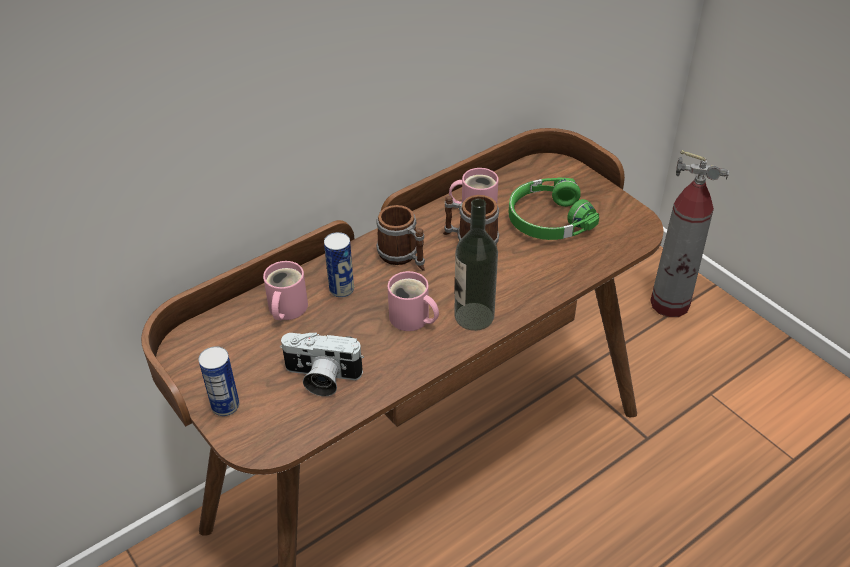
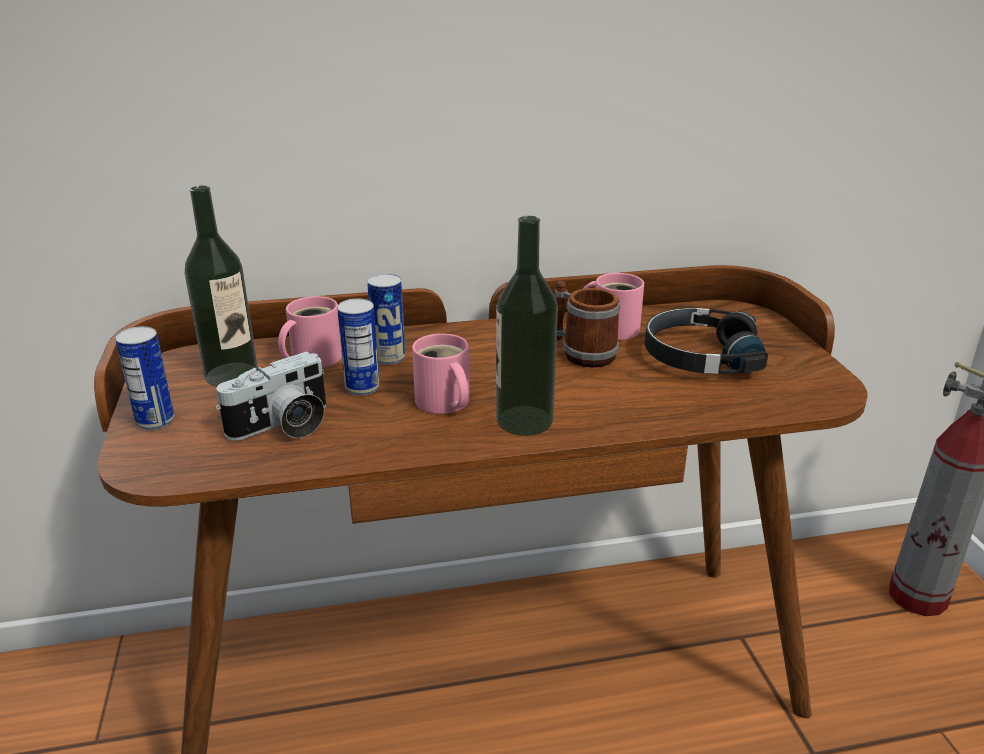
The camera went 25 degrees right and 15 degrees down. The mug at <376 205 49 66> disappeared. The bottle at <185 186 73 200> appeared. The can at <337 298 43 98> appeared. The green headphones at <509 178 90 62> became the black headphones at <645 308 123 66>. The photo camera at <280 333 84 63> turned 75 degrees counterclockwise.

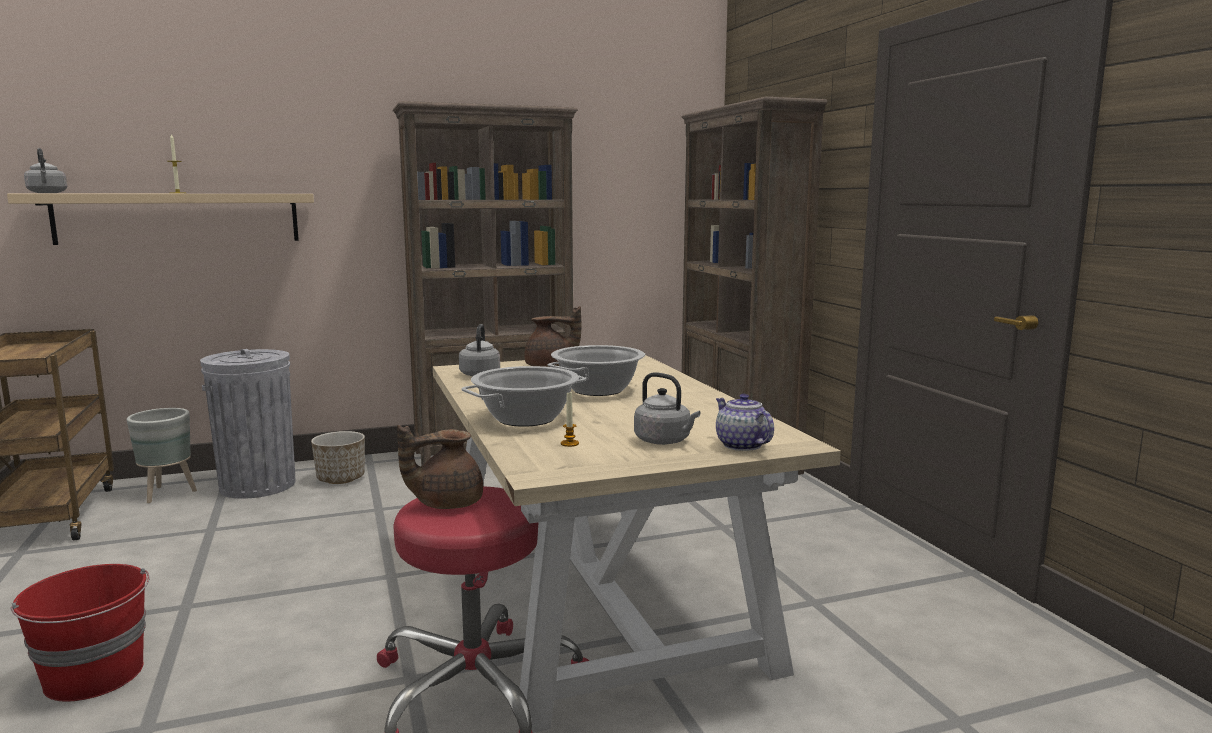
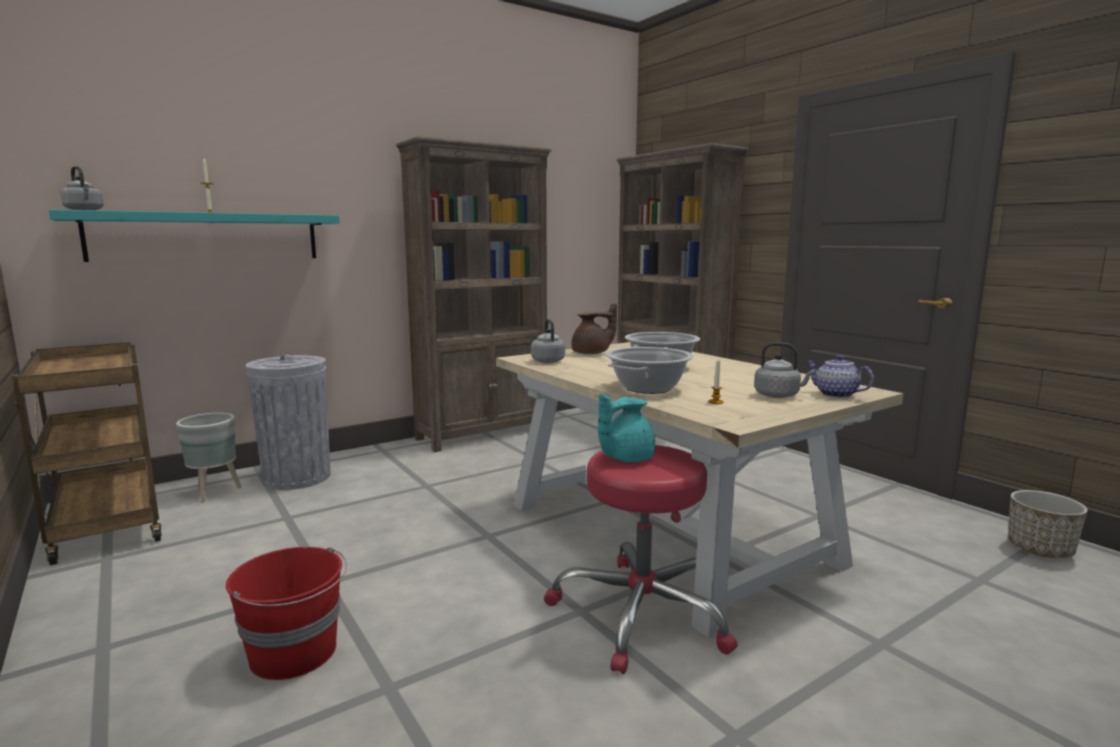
The camera went 15 degrees left and 0 degrees up. The planter moved from <311 431 54 53> to <1008 490 80 68>. The beige shelf at <7 194 307 51> became the turquoise shelf at <49 210 291 52>. The brown teapot at <397 425 86 84> became the turquoise teapot at <598 394 57 68>.

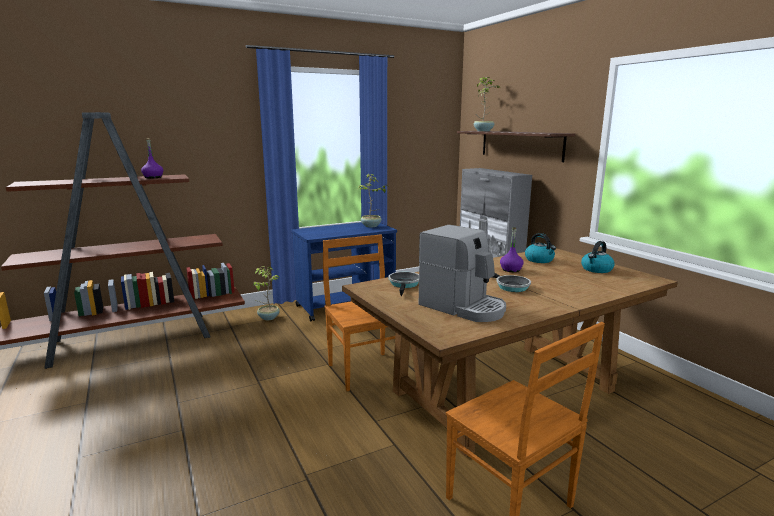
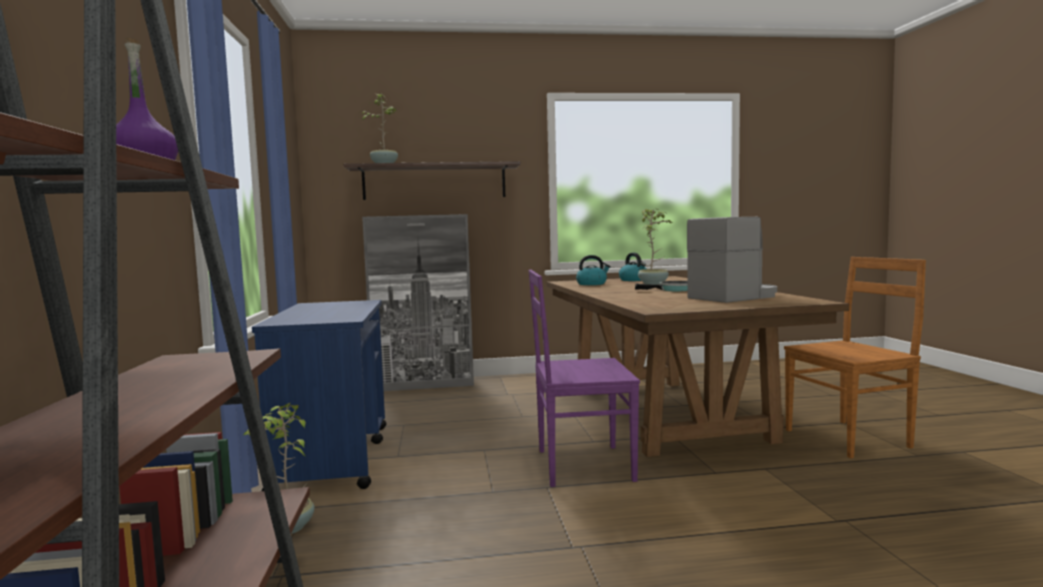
The camera went 70 degrees left and 10 degrees down. The frying pan at <388 272 31 24> disappeared. The purple bottle at <500 227 24 45> disappeared. The potted plant moved from <357 174 32 53> to <638 209 36 76>. The brown chair at <323 234 72 157> became the purple chair at <528 270 112 217>.

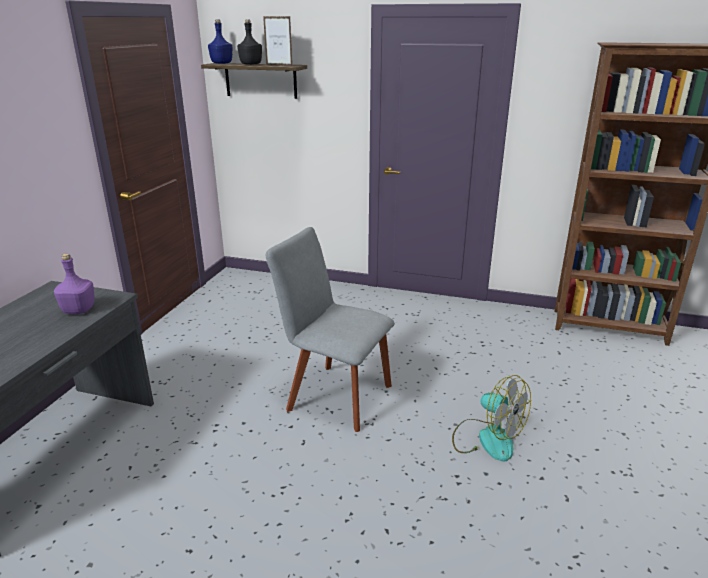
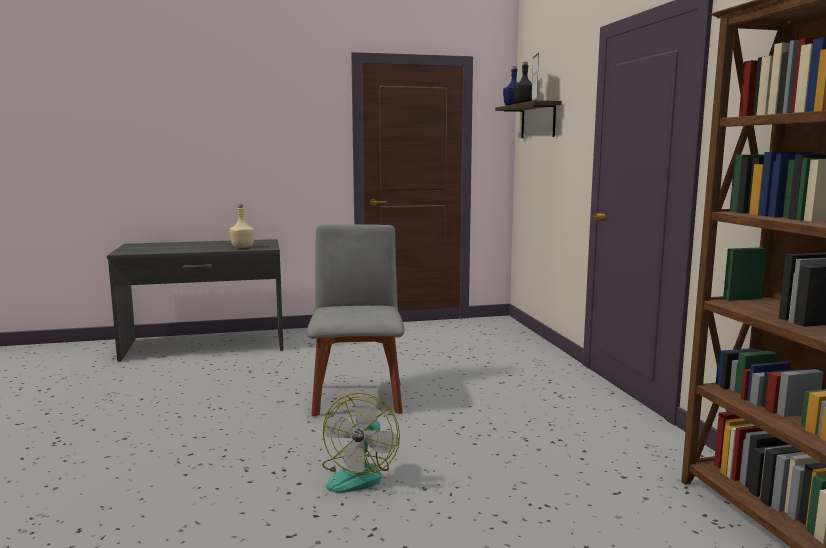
The camera went 60 degrees right and 15 degrees down. The purple bottle at <54 254 41 60> became the beige bottle at <229 204 25 44>.

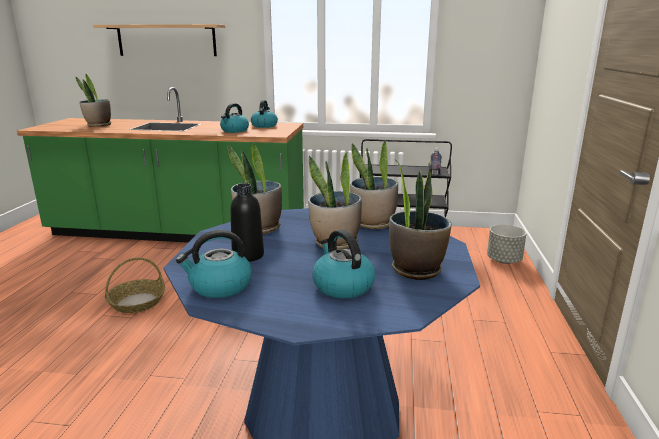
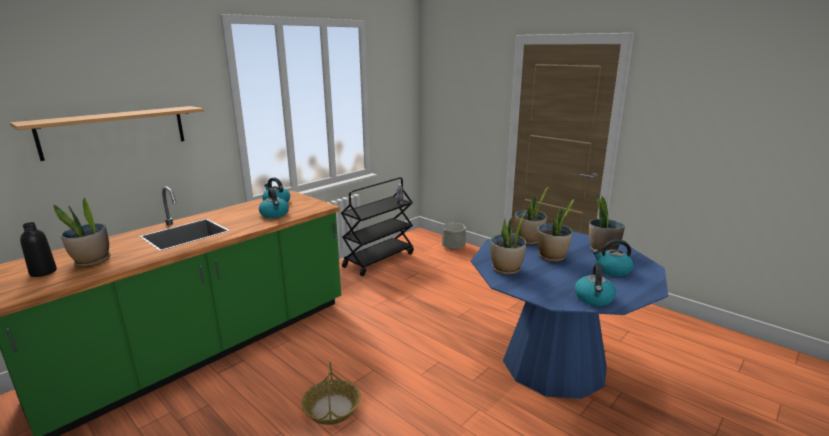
The camera went 55 degrees left and 0 degrees up. The black bottle moved from <230 183 34 79> to <20 222 37 55>.

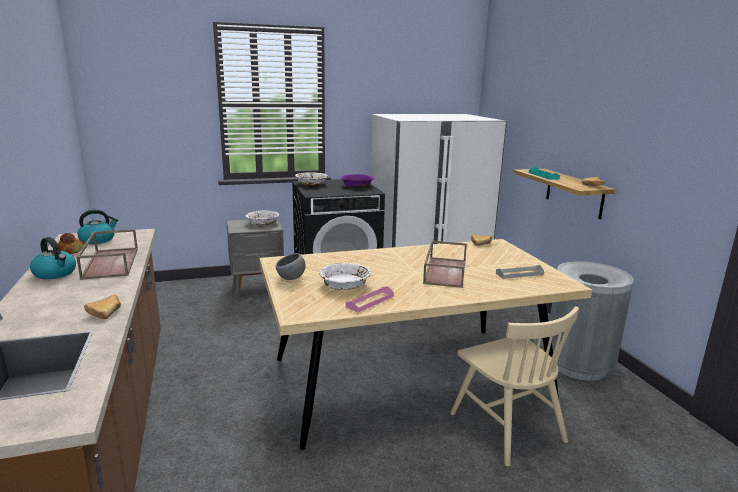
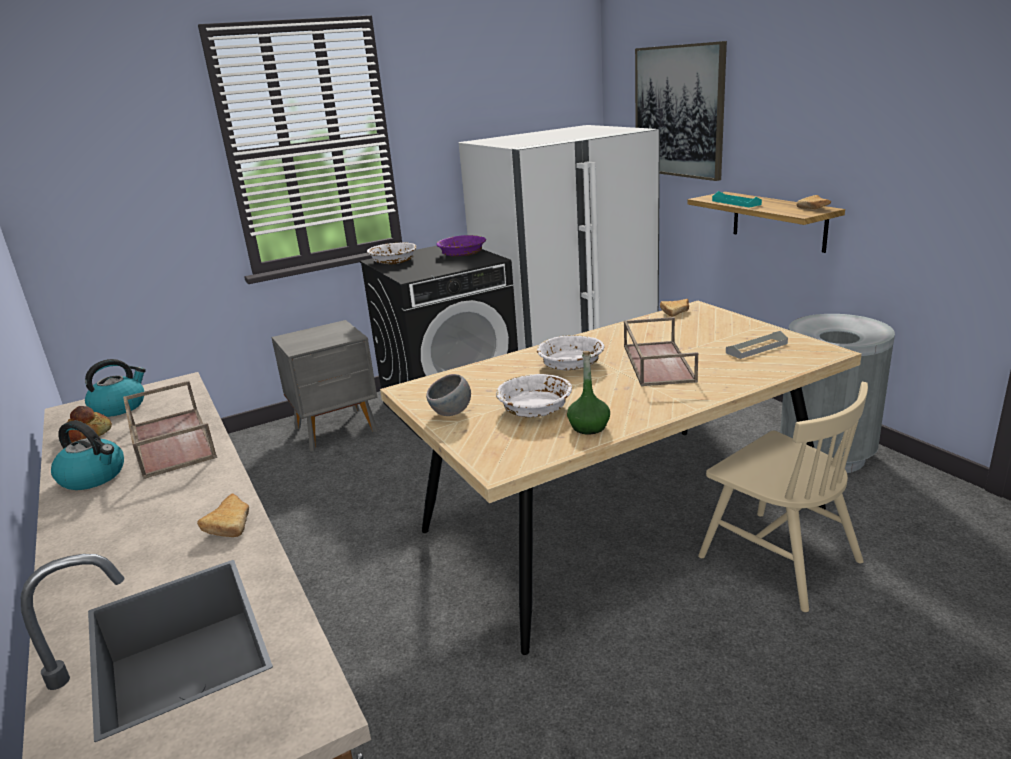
The camera went 10 degrees left and 5 degrees up. The picture at <635 41 92 140> appeared. The white bowl moved from <246 211 34 14> to <537 335 67 35>. The pink tray at <346 286 48 26> was replaced by the green bottle at <567 351 43 83>.

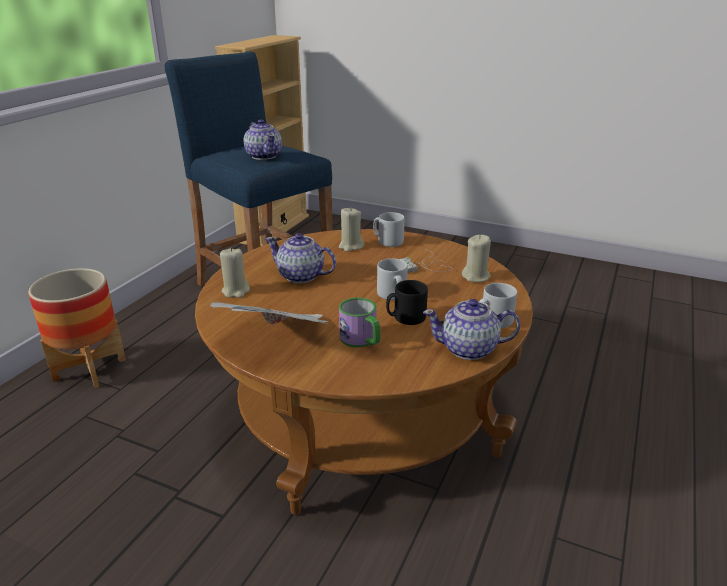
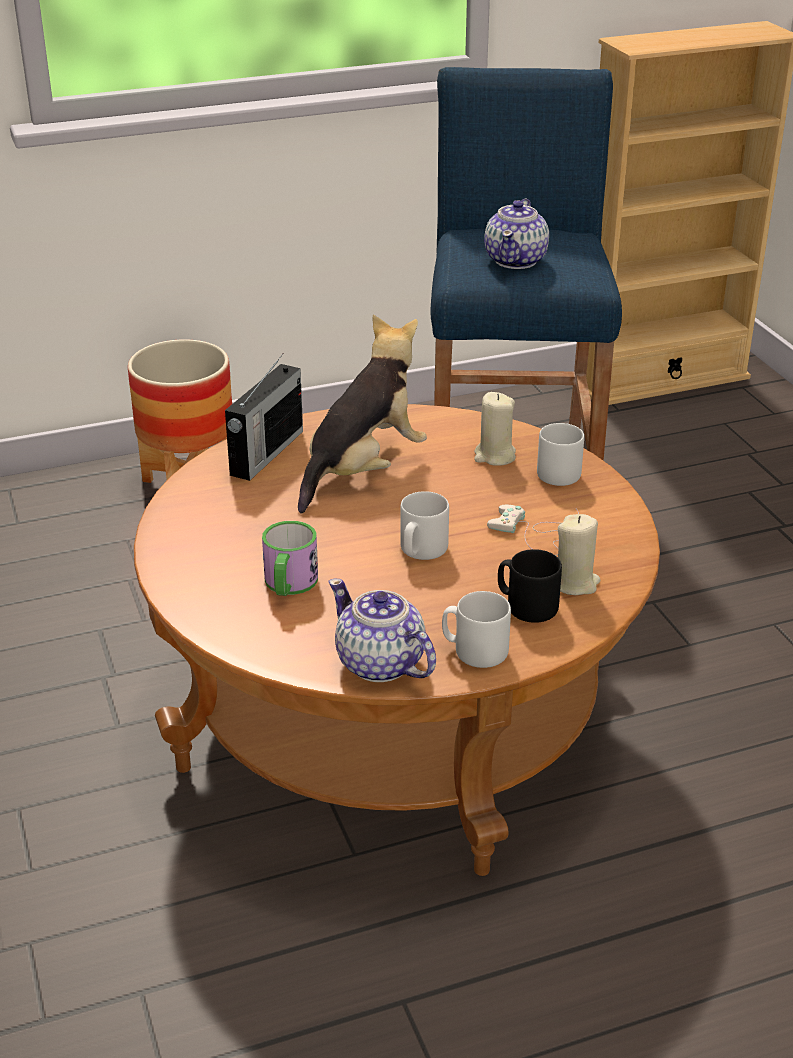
The camera went 45 degrees right and 5 degrees up. The newspaper at <210 302 118 22> disappeared. The black mug moved from <386 280 42 45> to <498 549 64 74>. The beige candle at <220 248 30 50> was replaced by the radio at <225 353 78 128>. The teapot at <265 233 71 50> was replaced by the plush toy at <298 315 129 198>.

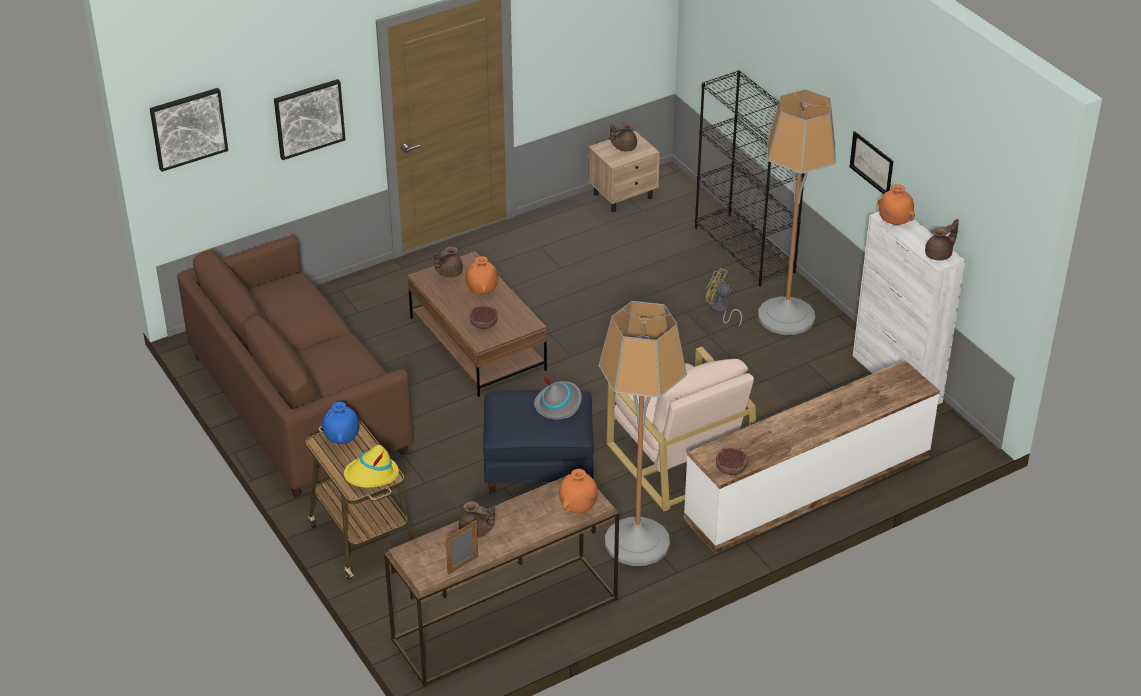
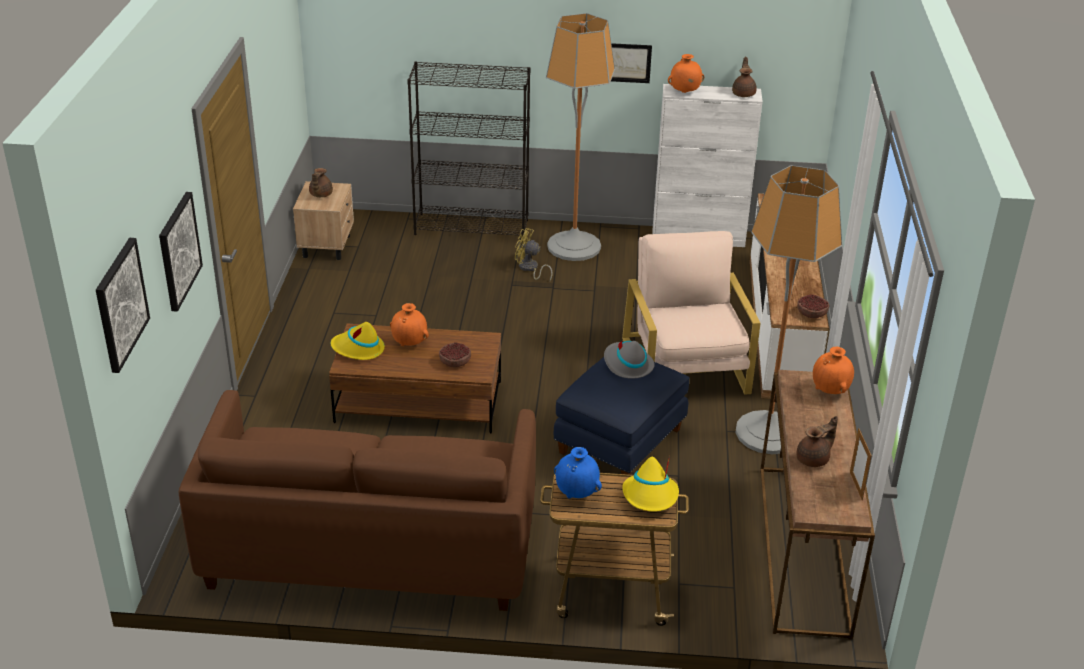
The camera went 55 degrees left and 5 degrees down. The brown teapot at <434 246 29 32> was replaced by the yellow hat at <331 322 54 38>. The beige armchair at <606 347 150 164> turned 105 degrees counterclockwise. The yellow fan at <705 268 37 58> turned 45 degrees clockwise.

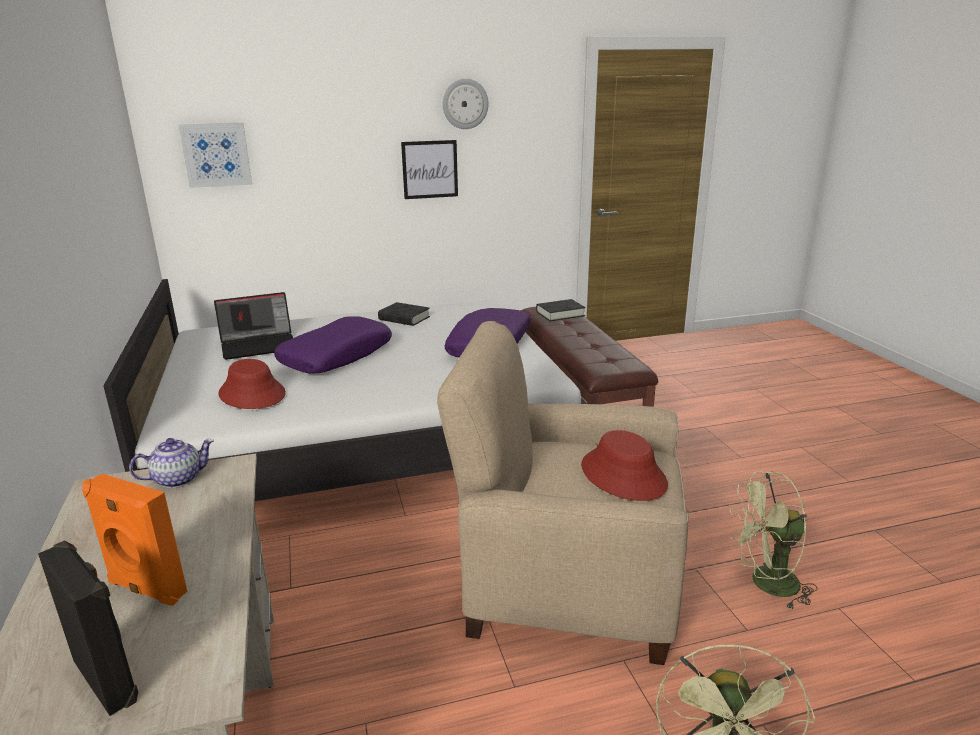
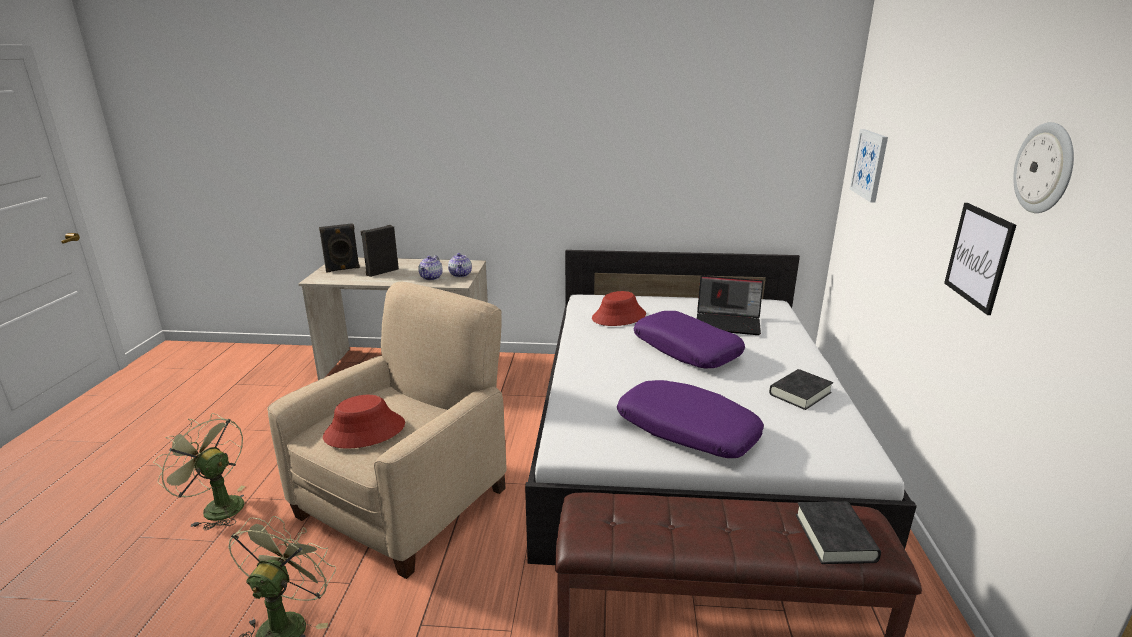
The camera went 110 degrees right and 0 degrees up. The teapot at <418 255 25 25> appeared. The orange speaker at <82 474 105 132> became the black speaker at <360 225 39 52>. The laptop at <214 292 79 68> turned 75 degrees counterclockwise.

